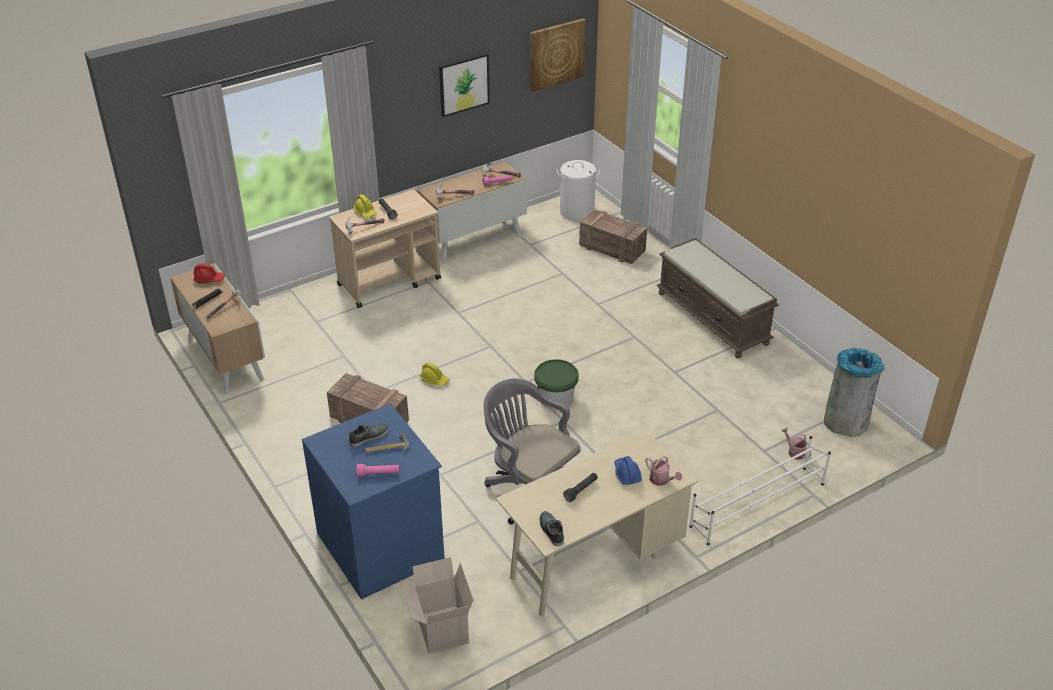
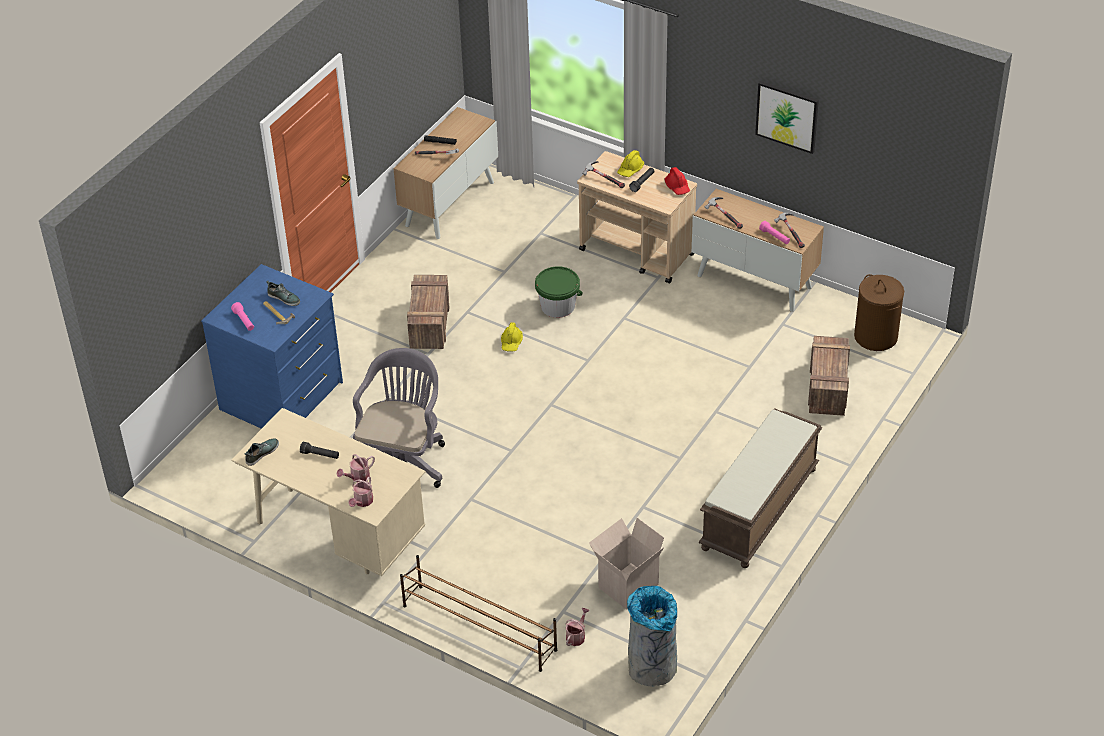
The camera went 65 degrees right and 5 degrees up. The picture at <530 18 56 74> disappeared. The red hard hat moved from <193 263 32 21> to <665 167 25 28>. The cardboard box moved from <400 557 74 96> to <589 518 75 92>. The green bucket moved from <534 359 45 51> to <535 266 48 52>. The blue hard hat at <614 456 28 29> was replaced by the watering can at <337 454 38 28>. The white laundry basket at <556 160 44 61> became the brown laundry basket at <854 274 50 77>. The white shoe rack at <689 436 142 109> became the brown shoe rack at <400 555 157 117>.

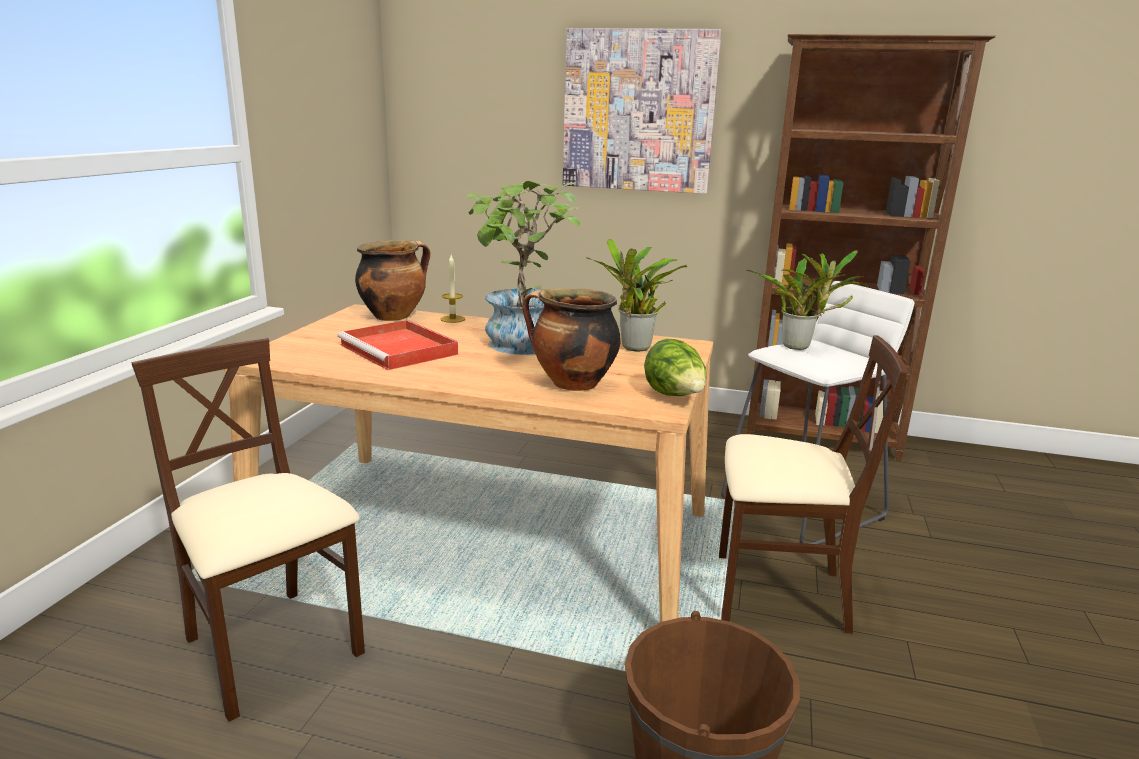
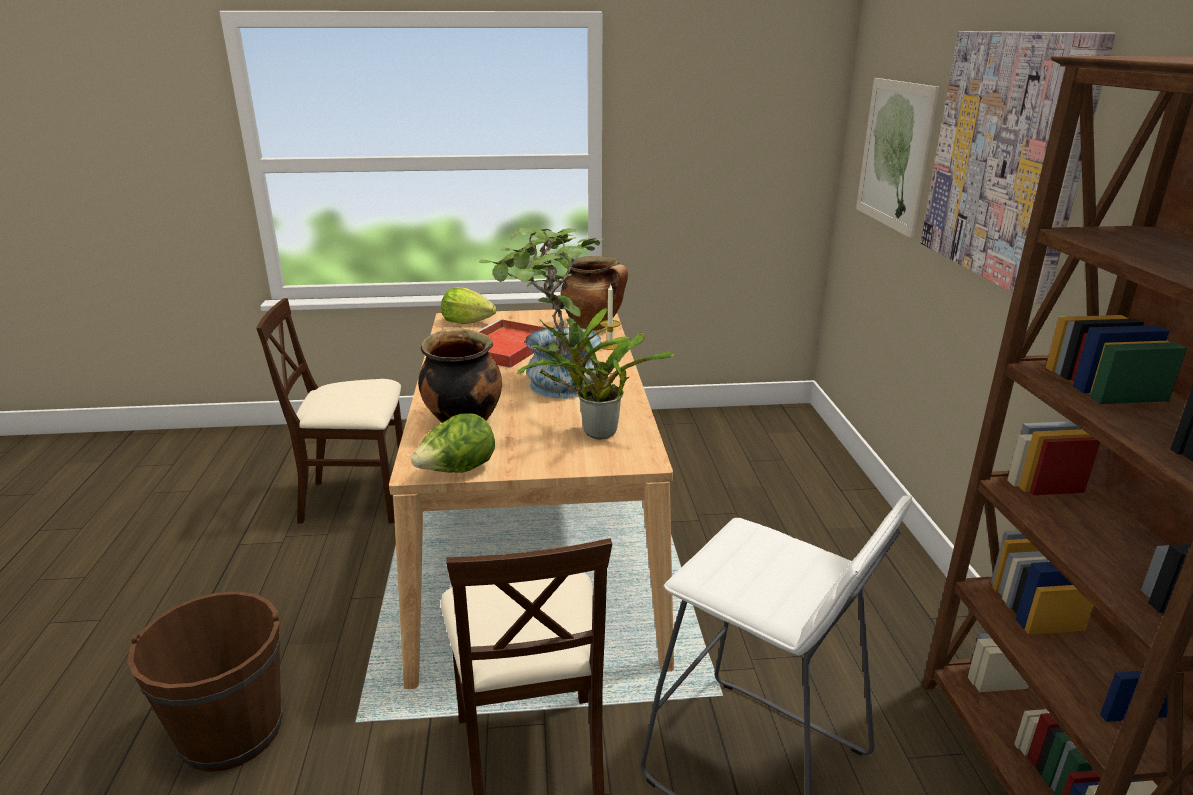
The camera went 70 degrees right and 5 degrees up. The potted plant at <746 250 120 100> disappeared. The lettuce at <441 287 56 37> appeared. The picture at <856 78 83 160> appeared. The beige chair at <132 338 233 384> turned 120 degrees counterclockwise.

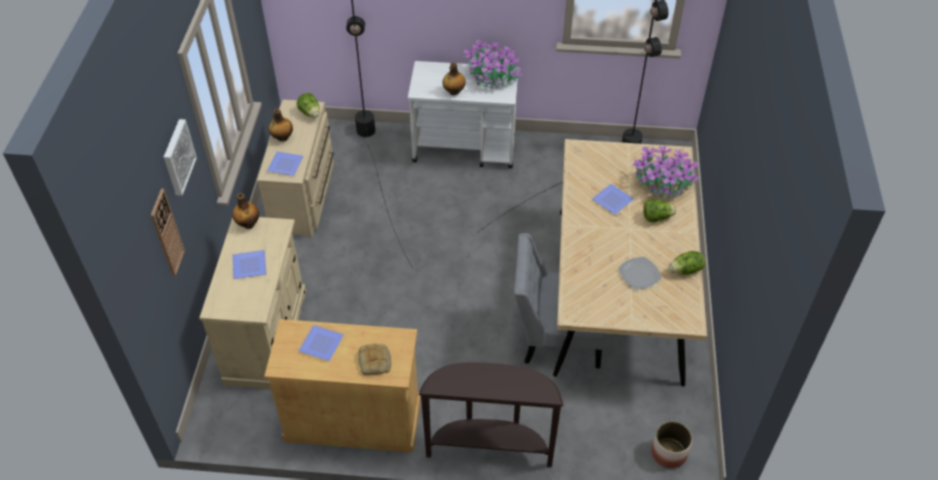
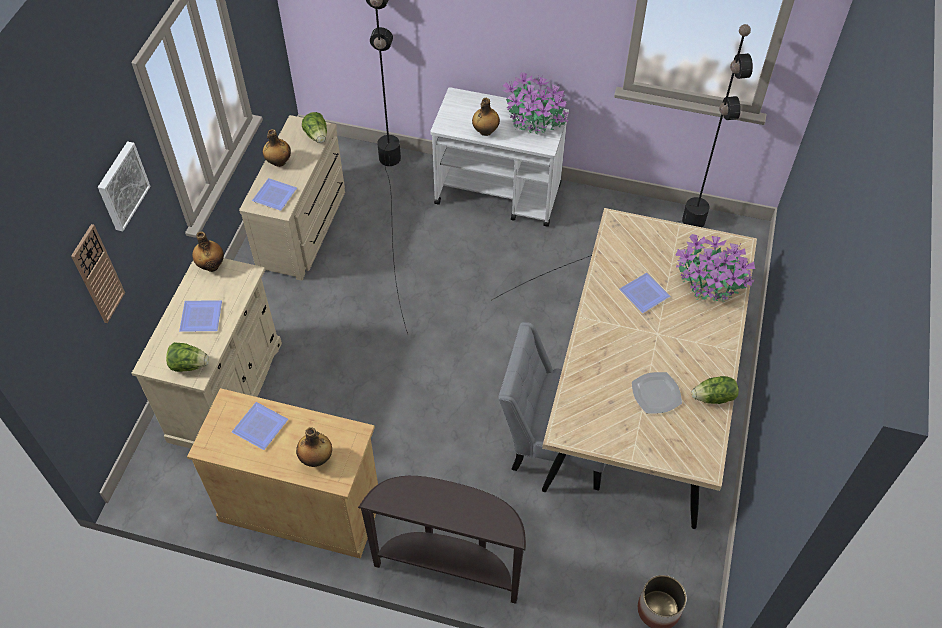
The camera went 10 degrees right and 5 degrees up. The lettuce moved from <643 199 33 23> to <166 342 43 30>. The bread at <358 343 33 32> was replaced by the bottle at <296 427 36 40>.

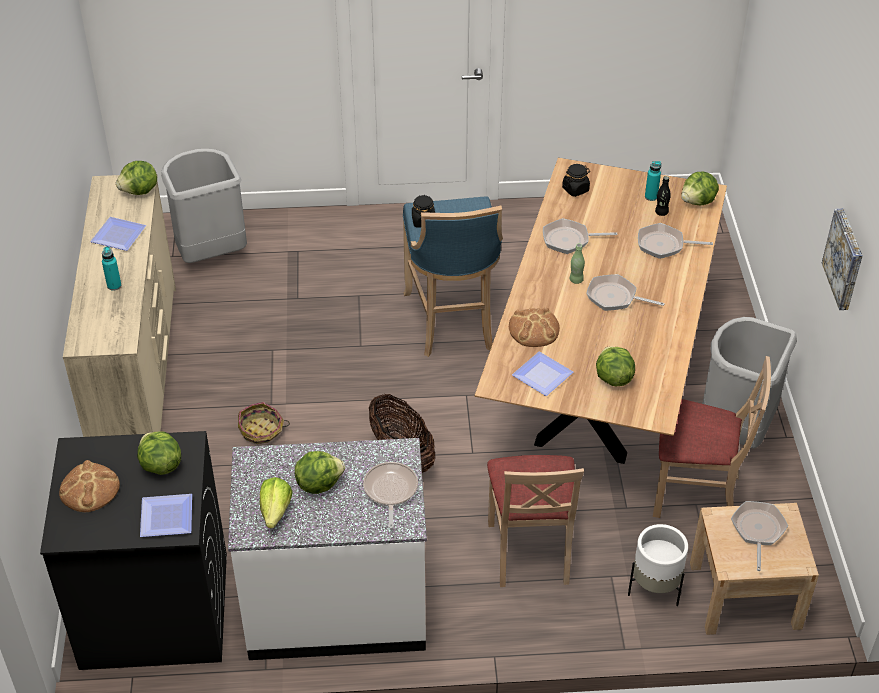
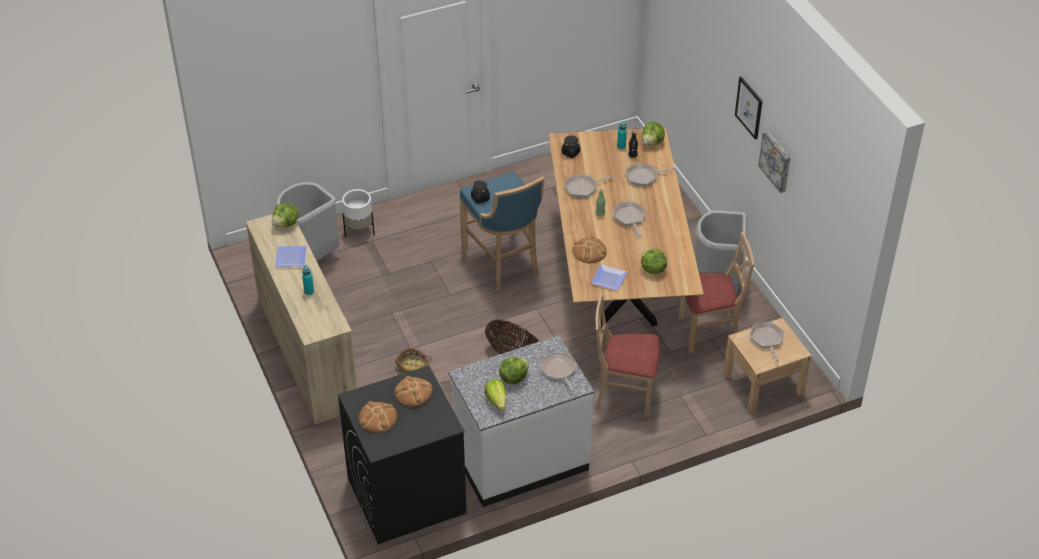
The camera went 20 degrees left and 0 degrees up. The plate at <140 494 52 43> disappeared. The picture at <735 77 27 63> appeared. The white planter moved from <628 524 60 82> to <342 189 33 49>. The lettuce at <137 431 44 44> was replaced by the bread at <394 376 38 31>. The beige chair at <487 455 97 132> turned 120 degrees clockwise. The frying pan at <586 274 79 37> turned 75 degrees clockwise.

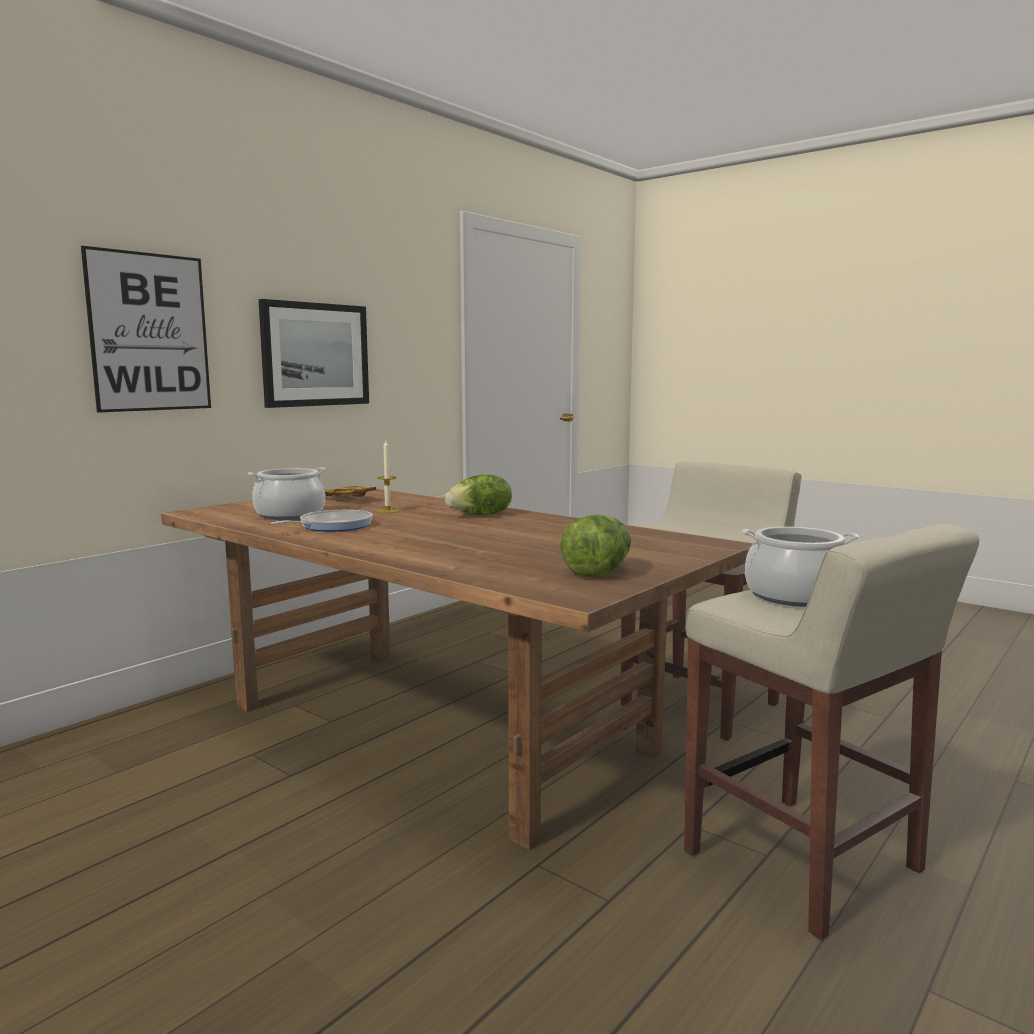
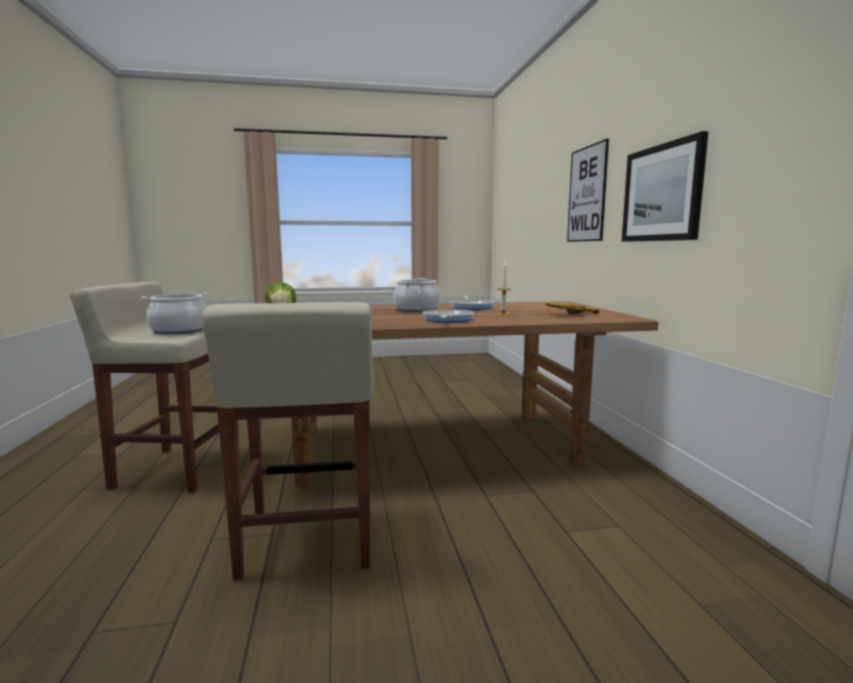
The camera went 130 degrees right and 0 degrees up. The cooking pot moved from <248 467 78 53> to <394 278 46 34>. The lettuce at <445 474 67 41> was replaced by the frying pan at <423 309 51 14>.

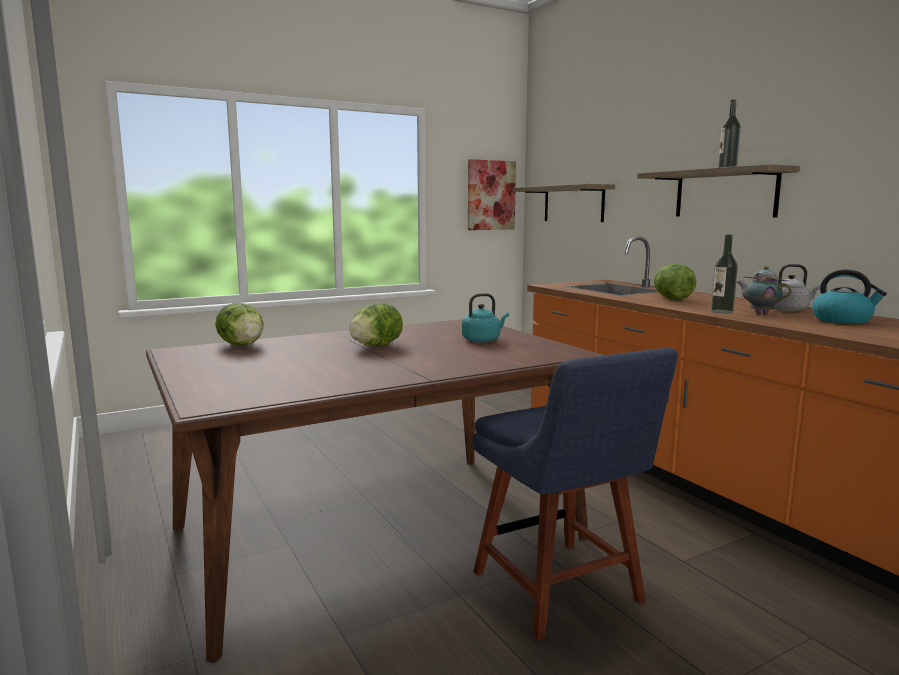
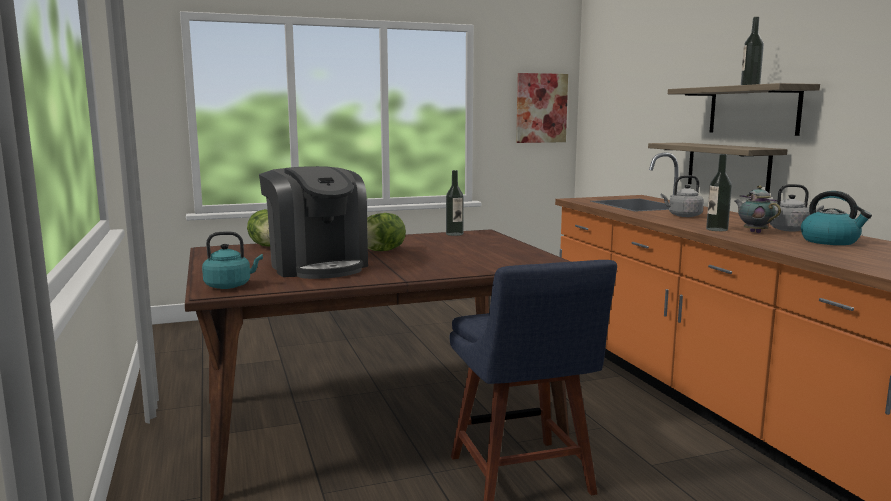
The camera went 10 degrees right and 0 degrees up. The coffee machine at <259 166 109 113> appeared. The bottle at <446 170 18 66> appeared. The turquoise kettle moved from <462 293 47 49> to <202 231 61 58>. The shelf moved from <513 184 102 38> to <648 143 140 50>. The lettuce at <654 264 42 36> was replaced by the grey kettle at <661 175 43 42>.

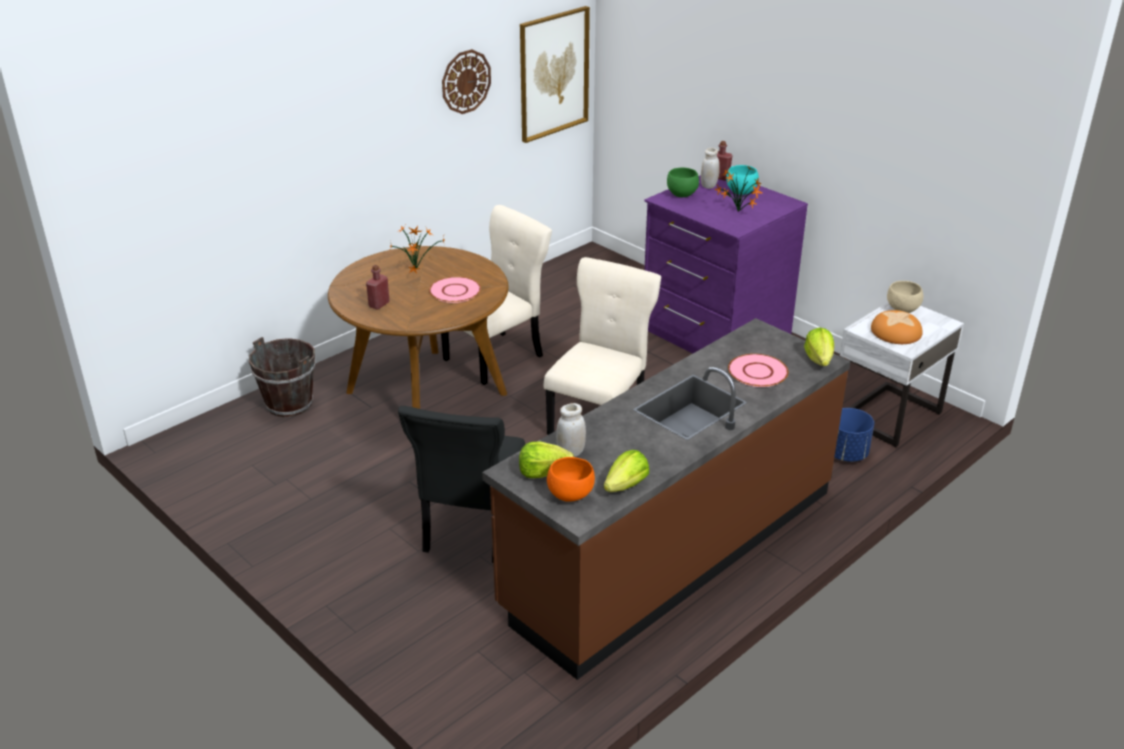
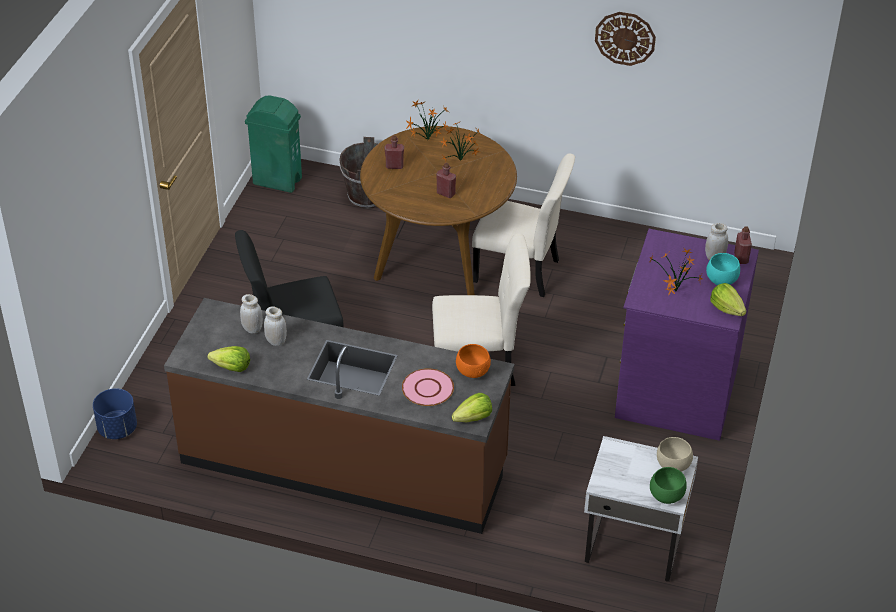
The camera went 60 degrees right and 10 degrees up. The picture at <520 6 70 137> disappeared. The bread at <871 310 52 34> disappeared. The green trash can at <245 95 57 98> appeared. The white jar at <264 307 23 39> appeared. The potted plant at <406 100 41 40> appeared. The lettuce moved from <519 442 55 36> to <710 283 36 33>. The orange bowl moved from <547 457 48 45> to <456 344 35 34>. The green bowl moved from <667 168 32 29> to <650 467 37 37>. The blue planter moved from <834 408 40 54> to <93 388 44 51>. The pink plate at <429 277 52 26> was replaced by the red bottle at <436 163 20 35>.

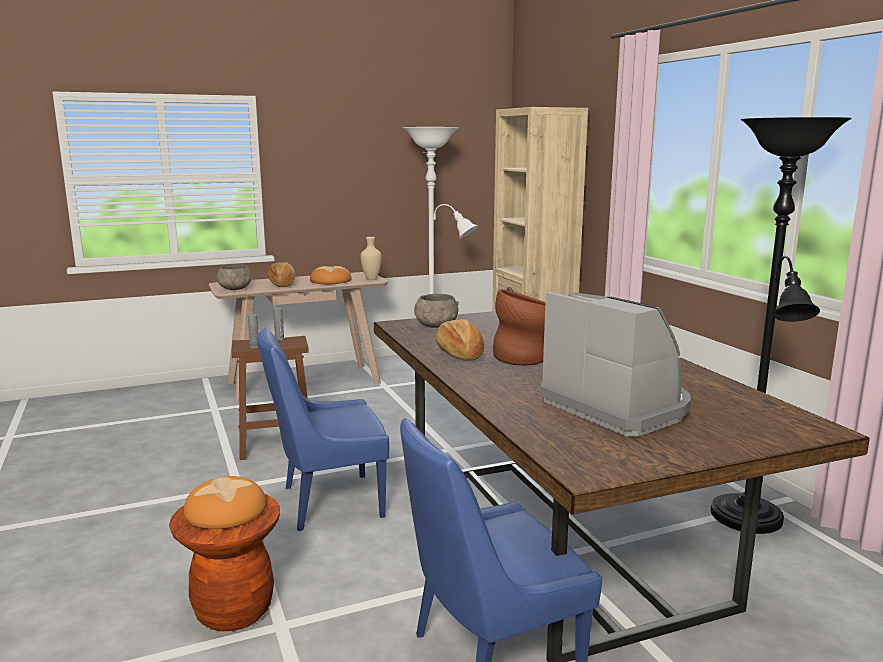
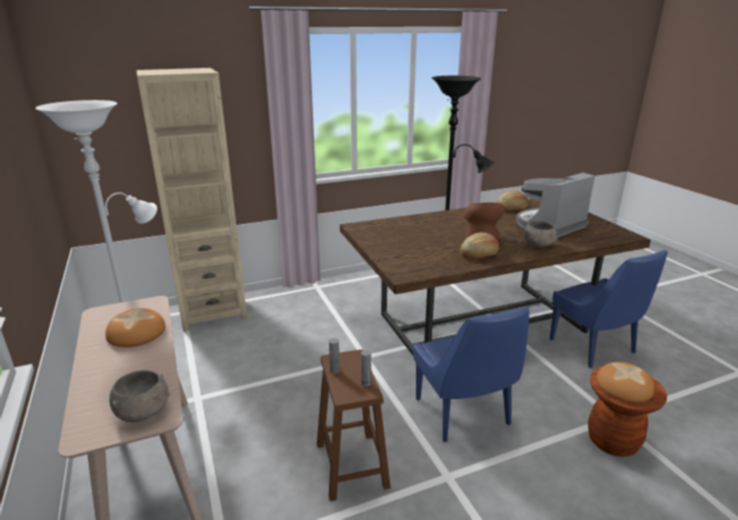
The camera went 90 degrees left and 10 degrees up. The beige vase at <360 237 22 43> disappeared. The bread moved from <268 262 27 25> to <496 190 32 21>. The grey bowl moved from <414 294 45 34> to <523 221 35 27>.

